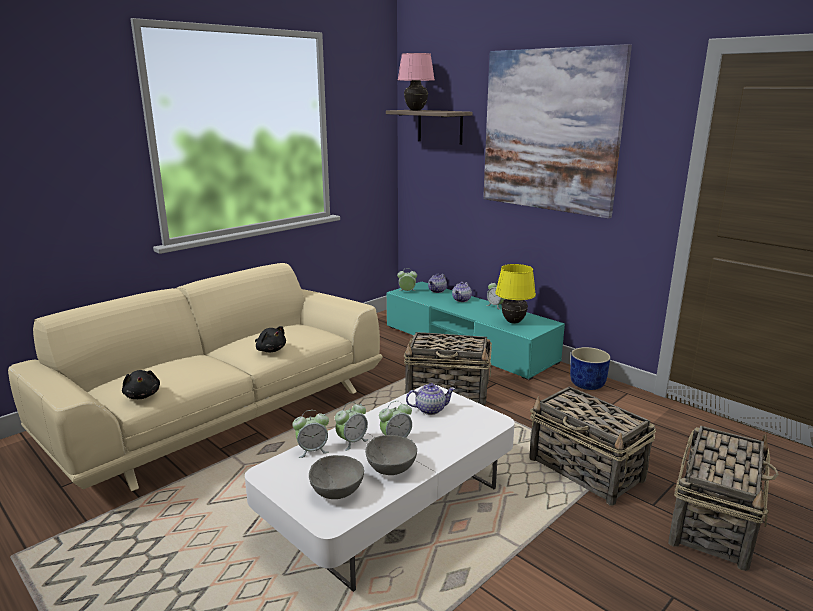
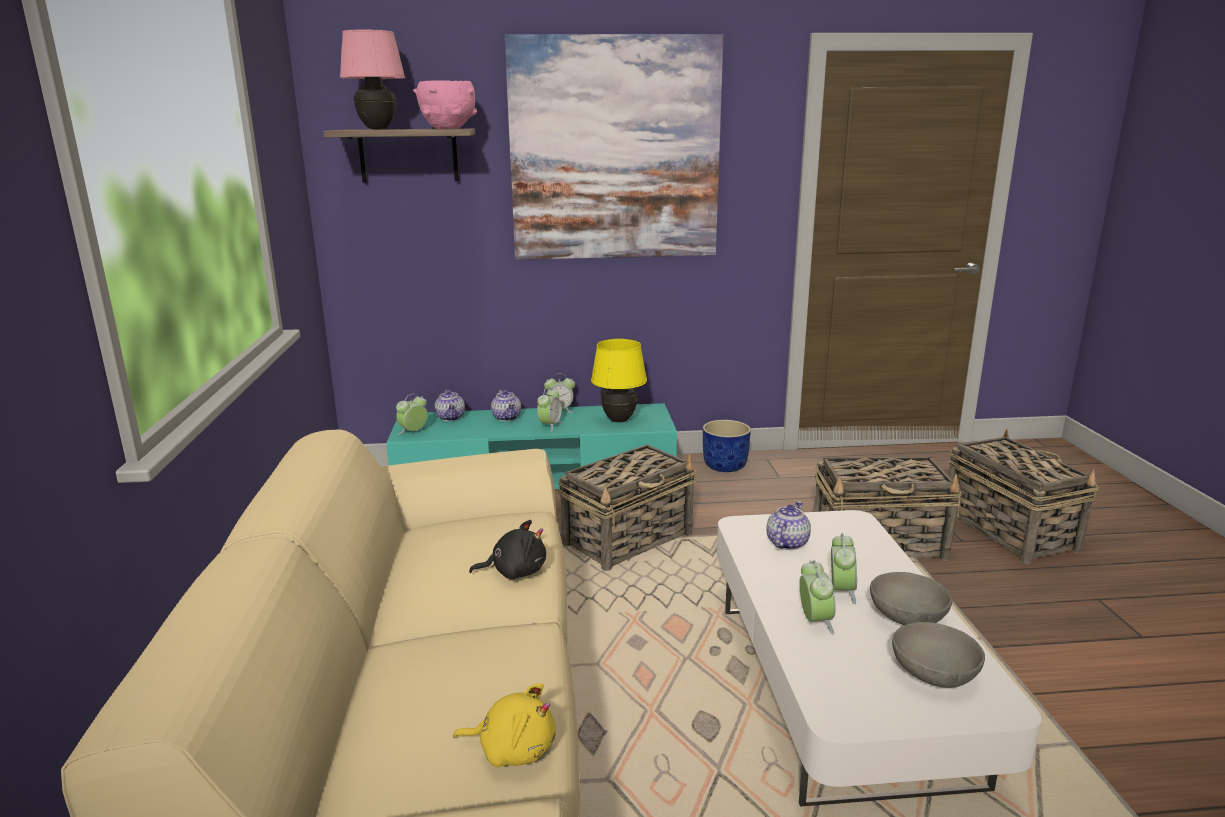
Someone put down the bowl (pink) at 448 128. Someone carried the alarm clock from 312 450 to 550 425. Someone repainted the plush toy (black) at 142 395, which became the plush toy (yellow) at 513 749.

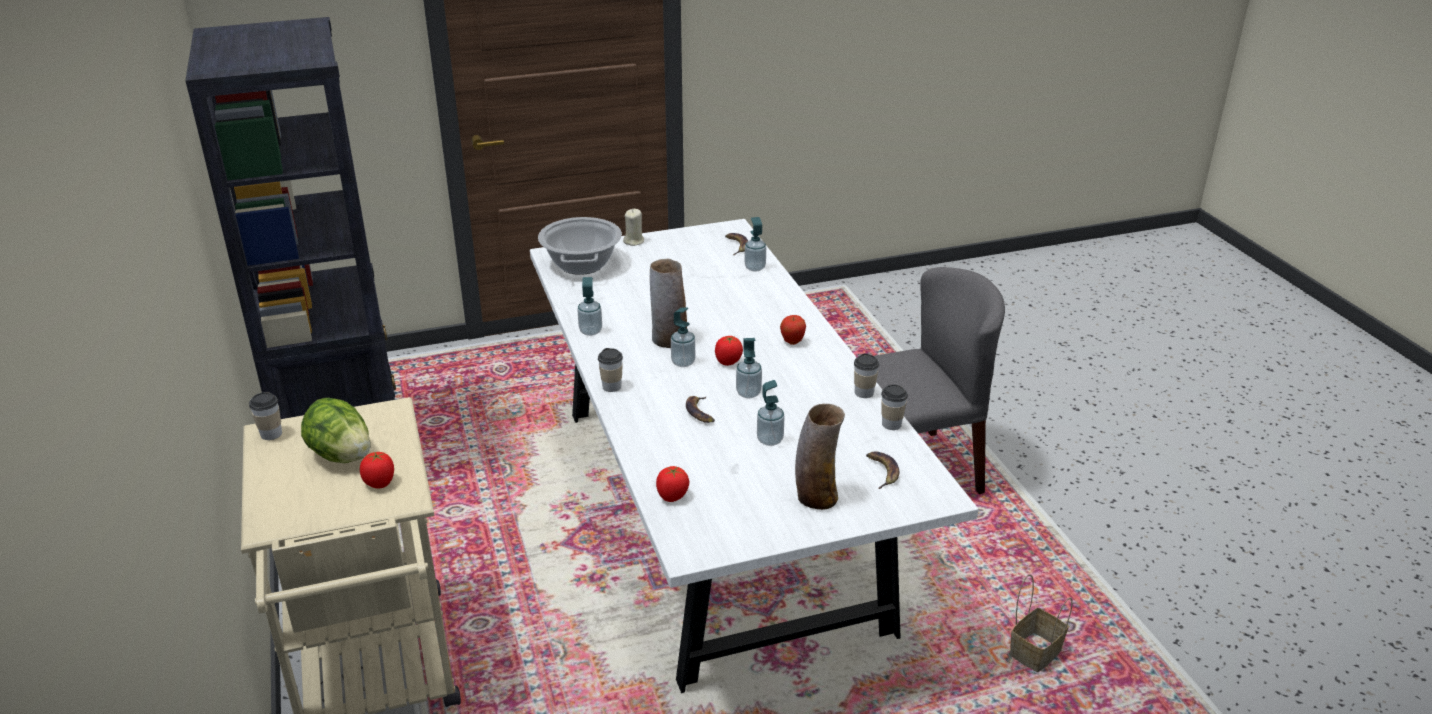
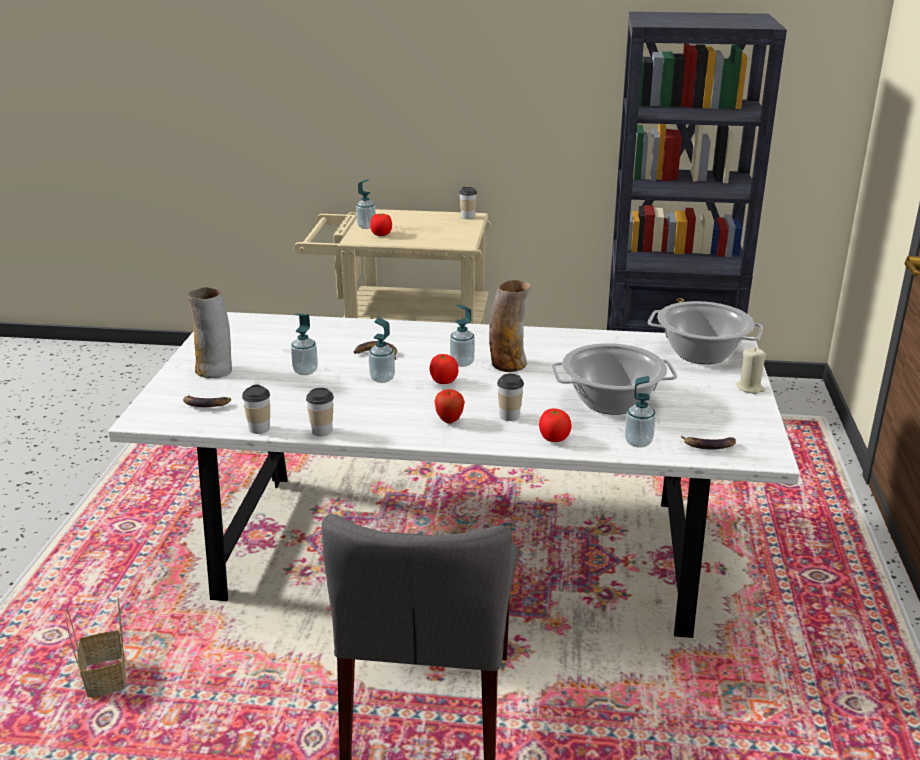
Someone took away the lettuce at 341 455. Someone put down the cooking pot at 611 402. Someone carried the soap dispenser from 590 331 to 366 226. Someone carried the cup from 611 386 to 509 416. Someone carried the tomato from 672 496 to 554 439.

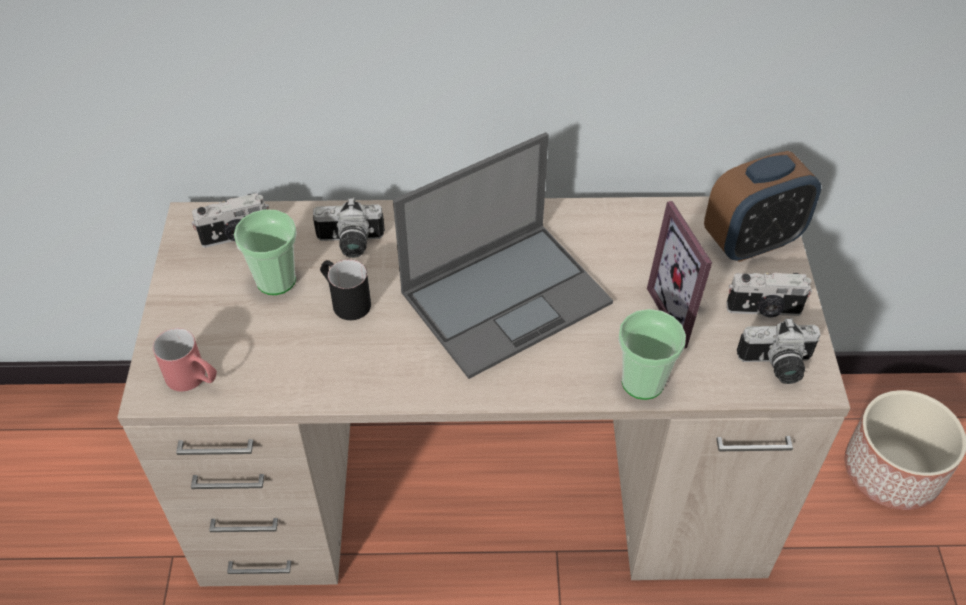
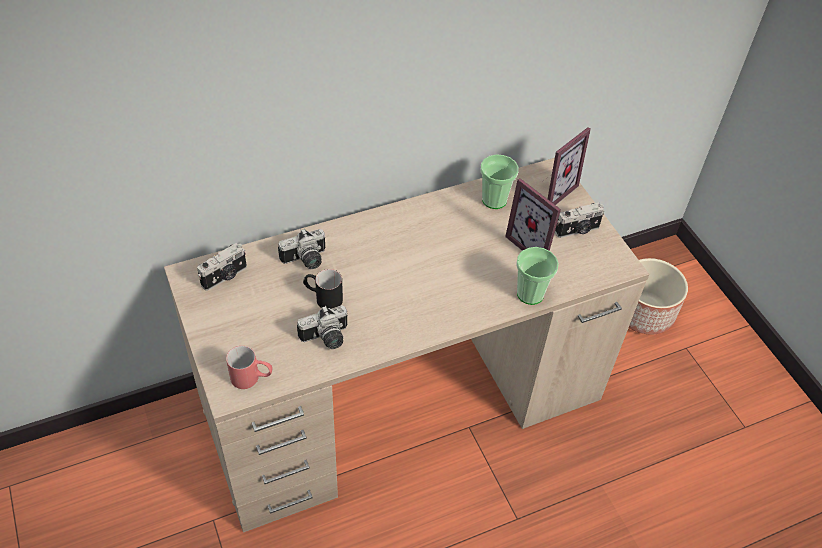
Someone took away the laptop at 507 296. Someone carried the cup from 276 280 to 494 200. Someone carried the photo camera from 777 367 to 326 339. Someone swapped the alarm clock at 752 242 for the picture frame at 552 191.

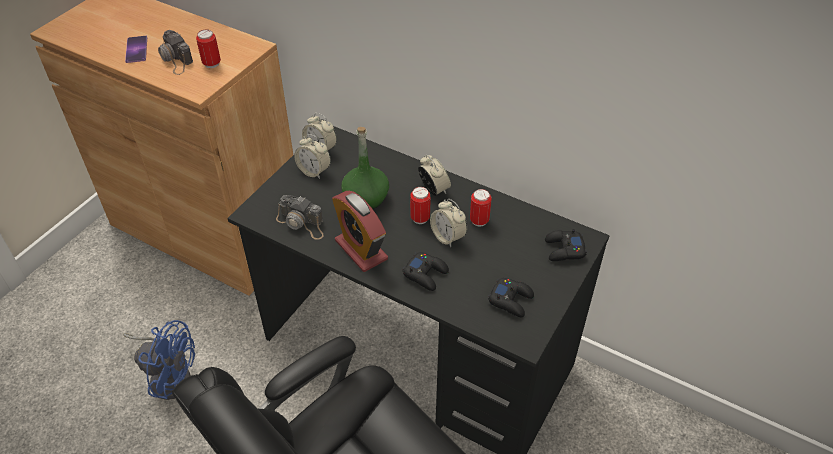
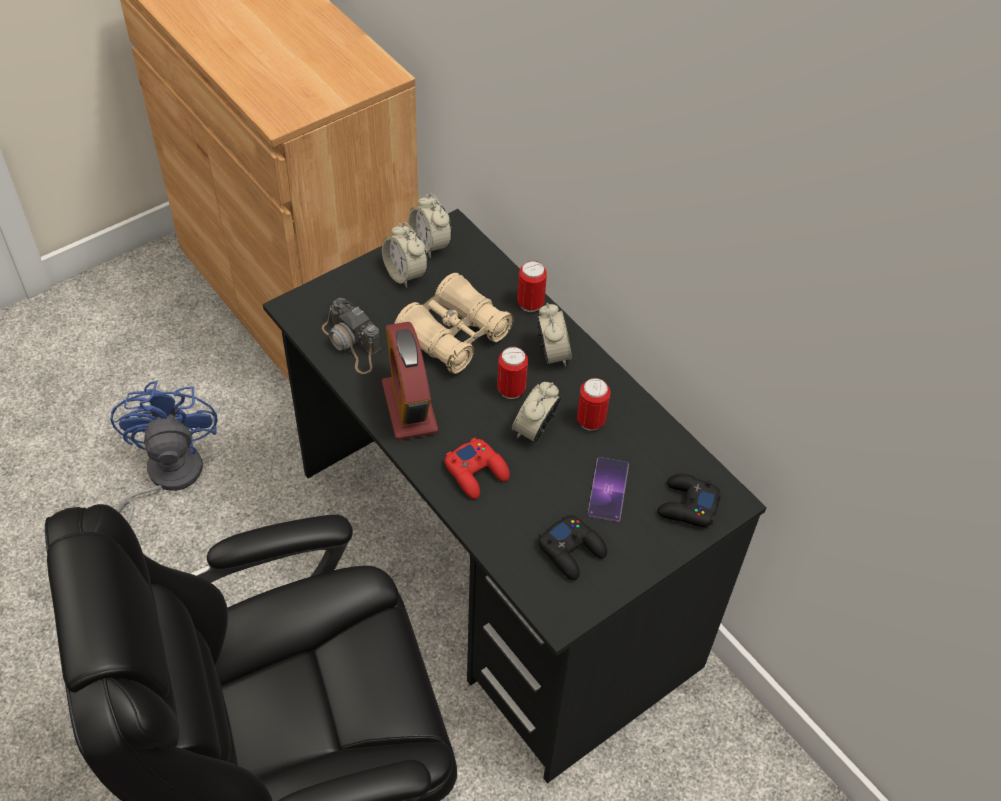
Someone took away the photo camera at 175 59. Someone carried the phone from 136 49 to 608 489. Someone carried the can from 211 64 to 530 304. Someone swapped the bottle (green) at 366 198 for the binoculars (beige) at 454 335. Someone repainted the game controller (black) at 426 274, which became the game controller (red) at 477 472. Someone rotated the fan (blue) at 169 375 by 135 degrees counterclockwise. Someone rotated the alarm clock at 448 237 by 45 degrees clockwise.

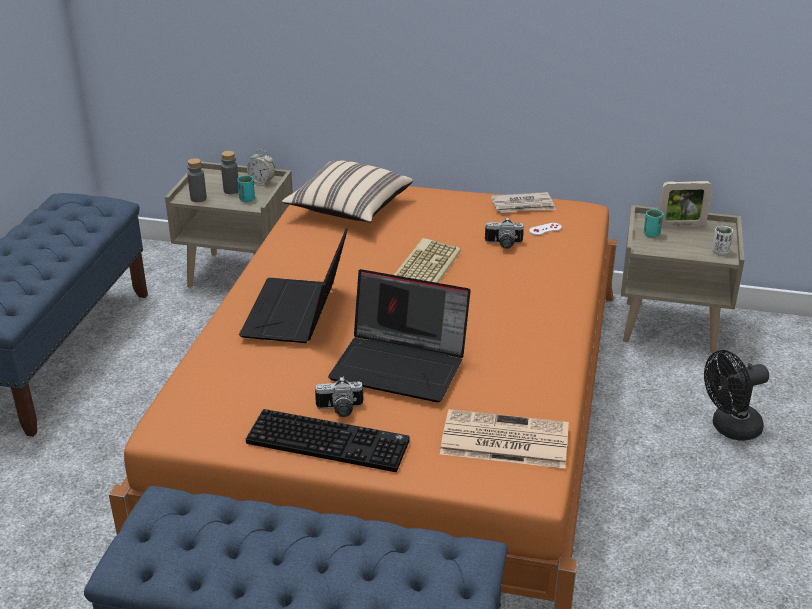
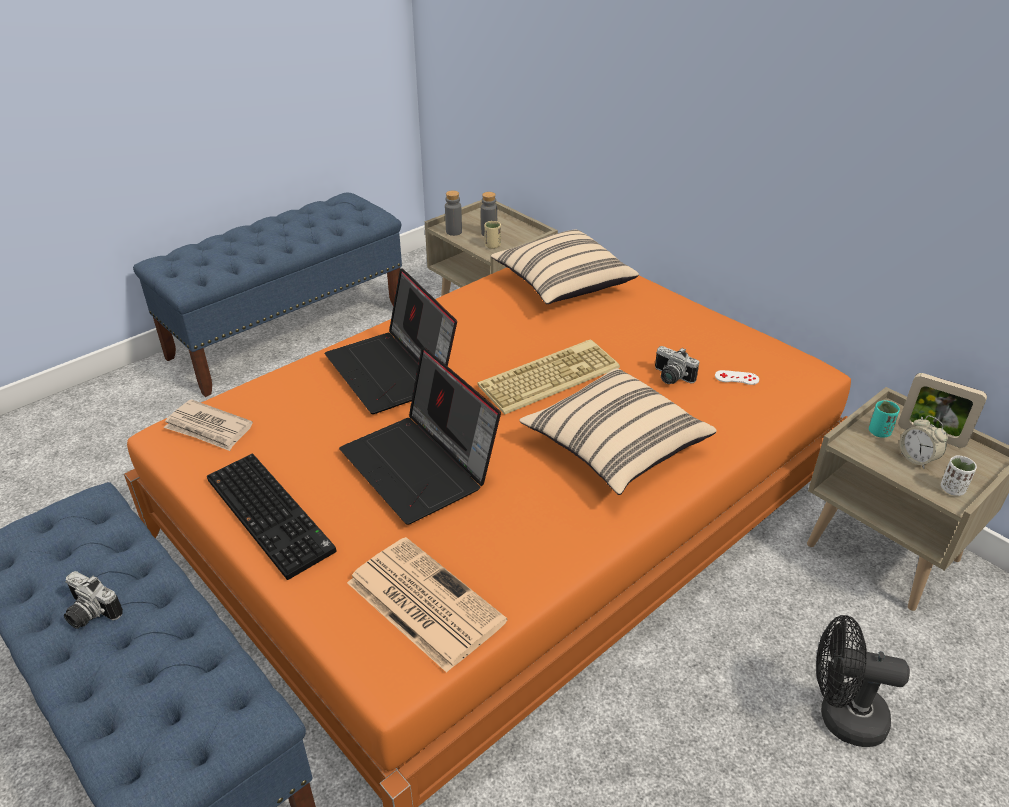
Someone put down the pillow (beige) at 614 448. Someone carried the alarm clock from 262 182 to 917 459. Someone carried the photo camera from 340 410 to 89 614. Someone carried the newspaper from 523 205 to 209 428. Someone repainted the cup (turquoise) at 247 199, which became the cup (beige) at 492 246. Someone rotated the laptop at 297 313 by 75 degrees counterclockwise.

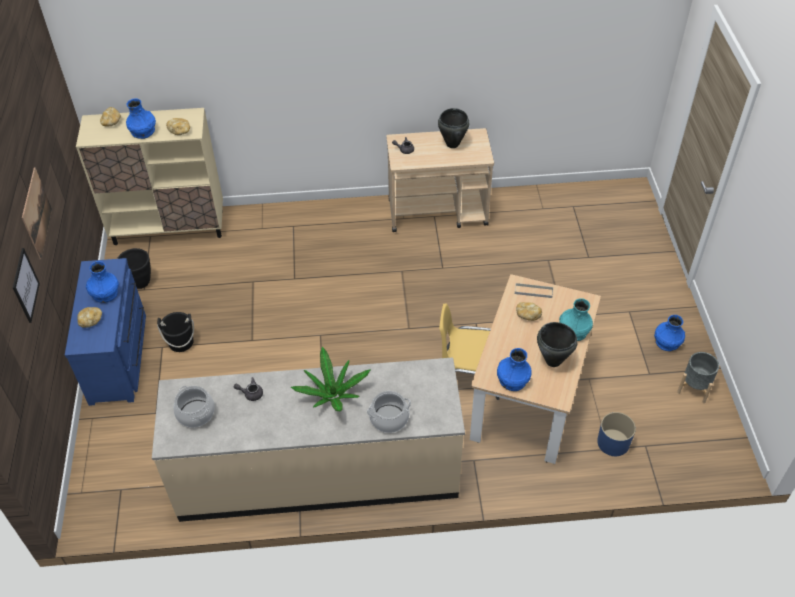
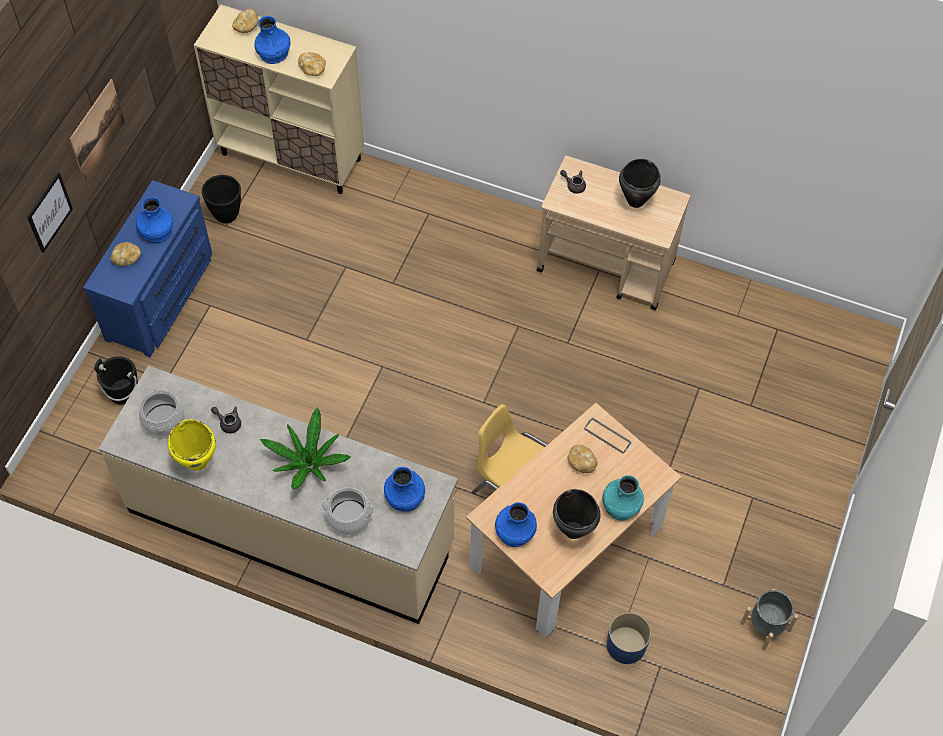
Someone put down the cooking pot (yellow) at 198 462. Someone carried the bucket (black) from 181 342 to 123 391. Someone carried the vase (blue) from 667 341 to 404 496.

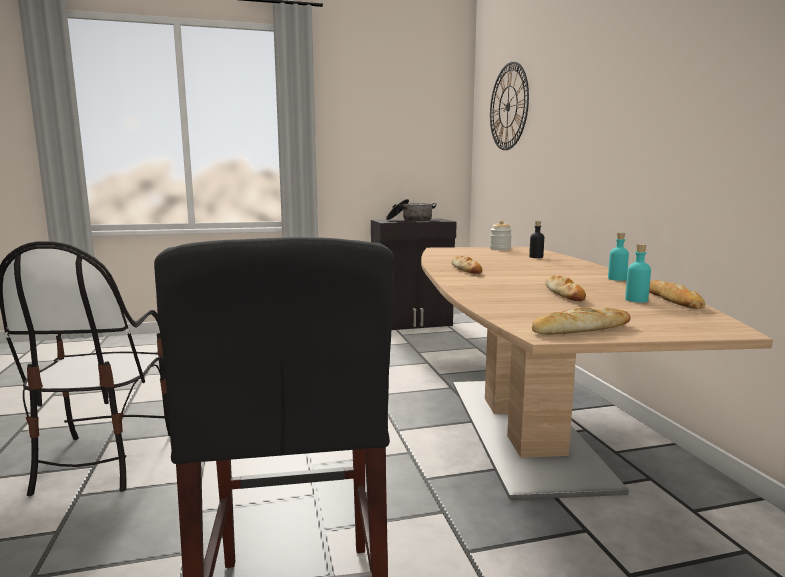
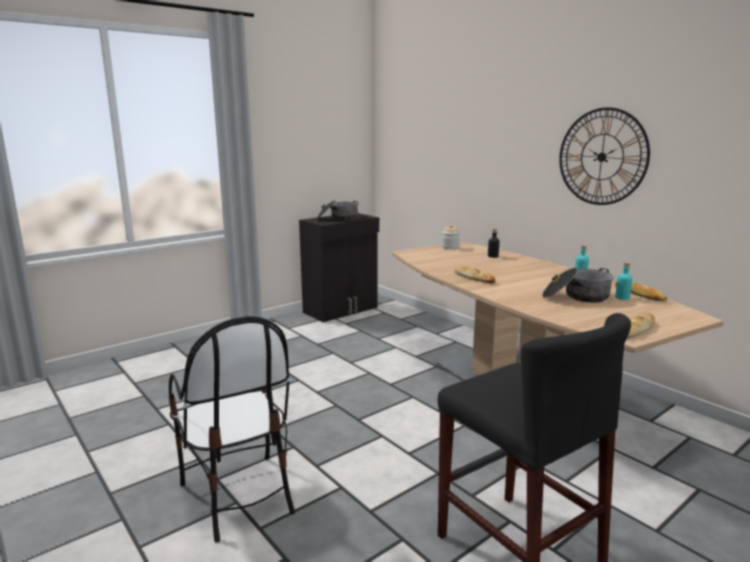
Someone carried the wall clock from 508 107 to 602 157. Someone swapped the bread at 564 293 for the cooking pot at 576 297.

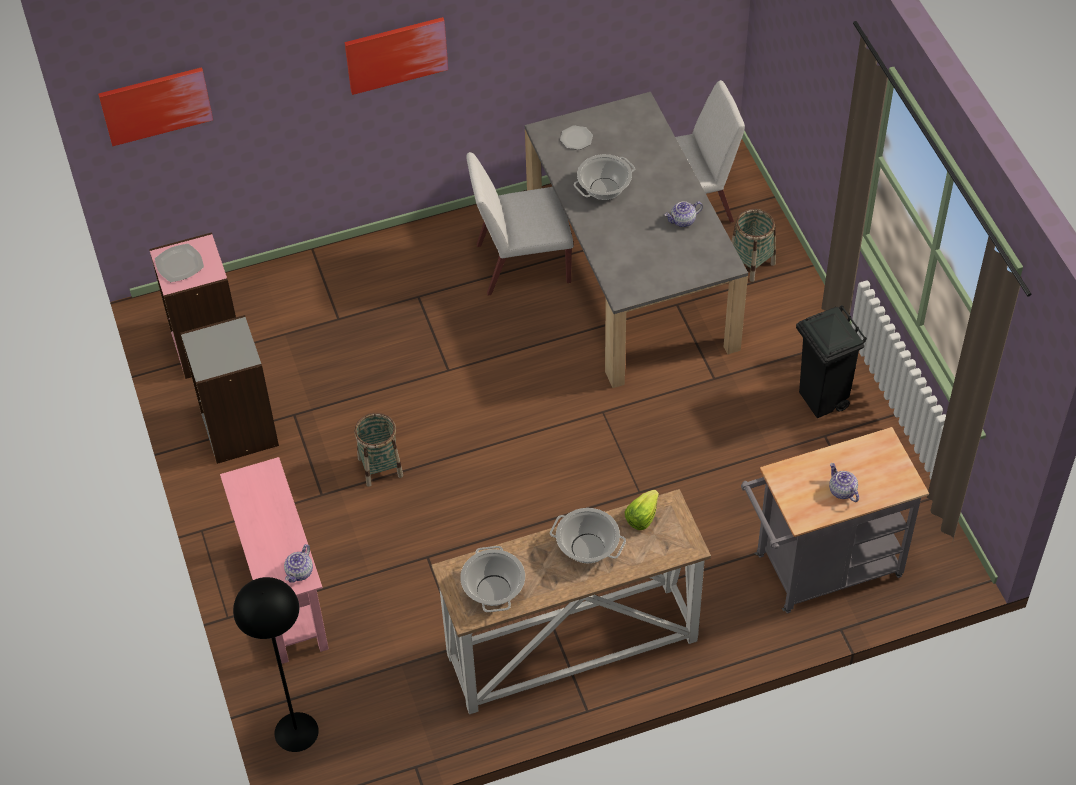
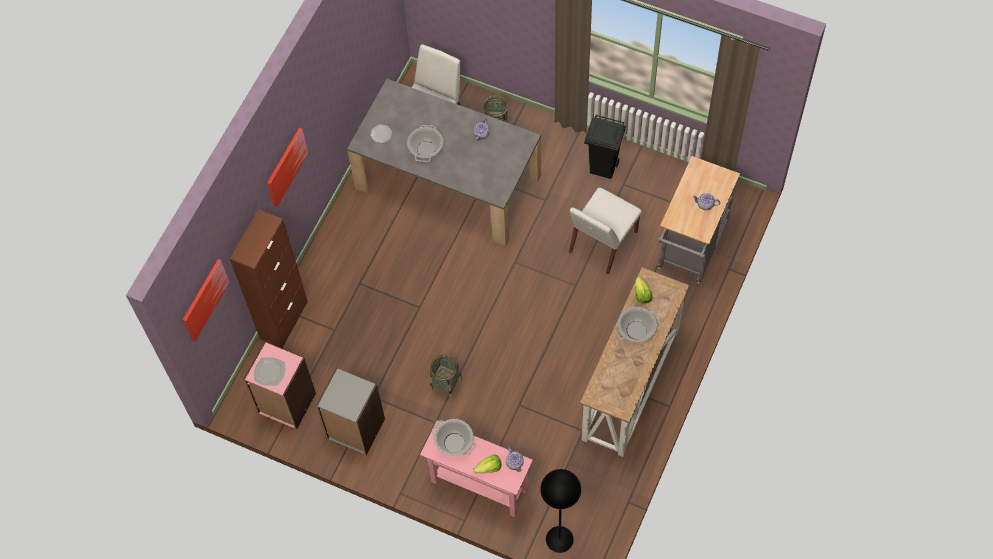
Someone put down the cabinet (brown) at 284 320. Someone put down the lettuce at 489 468. Someone carried the cooking pot from 493 589 to 454 442. Someone carried the chair (white) from 521 264 to 602 243.

